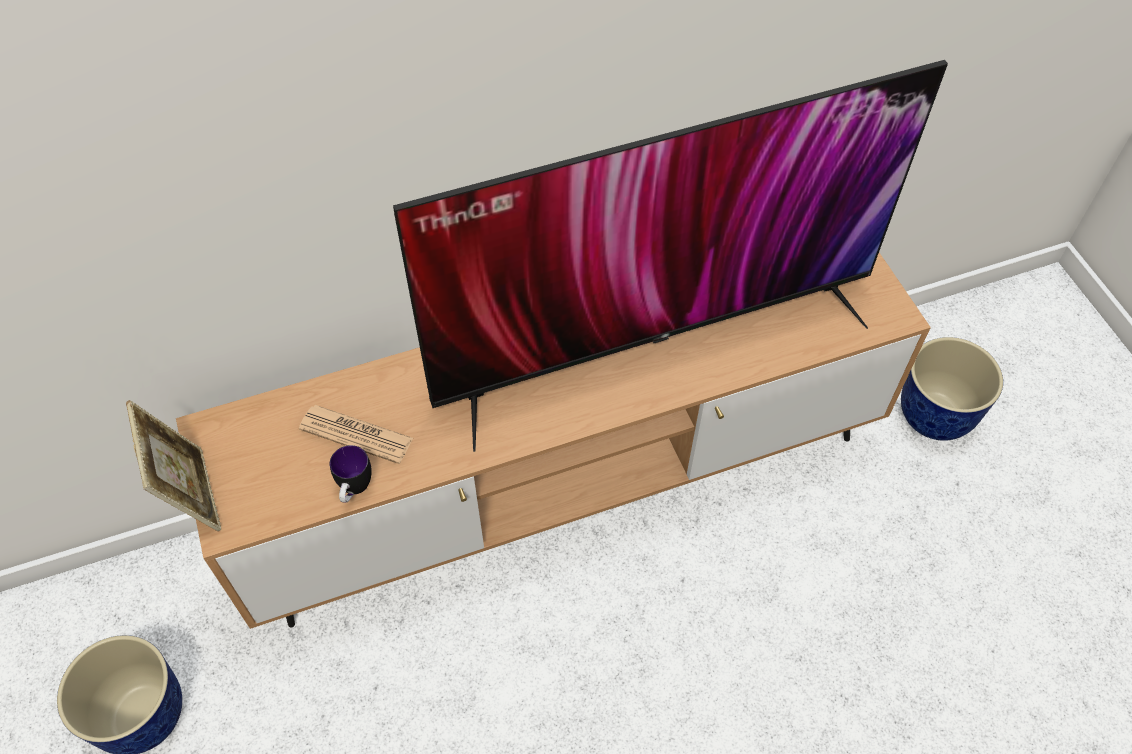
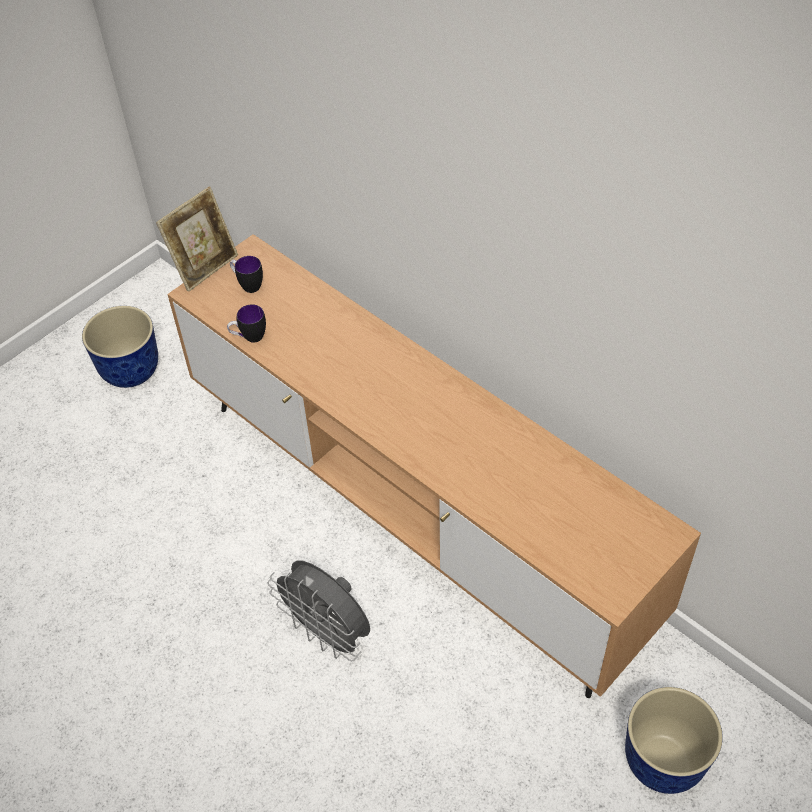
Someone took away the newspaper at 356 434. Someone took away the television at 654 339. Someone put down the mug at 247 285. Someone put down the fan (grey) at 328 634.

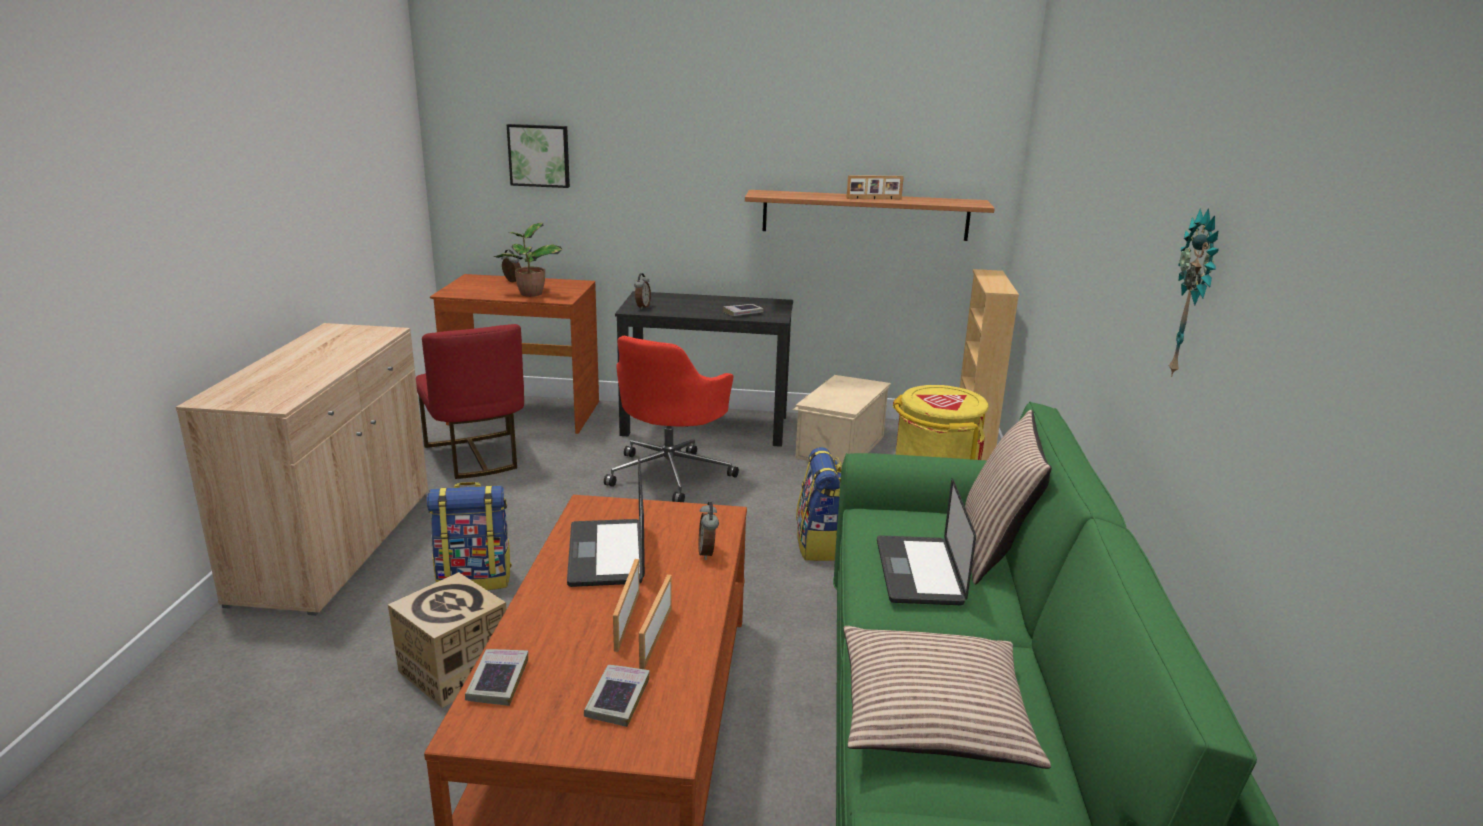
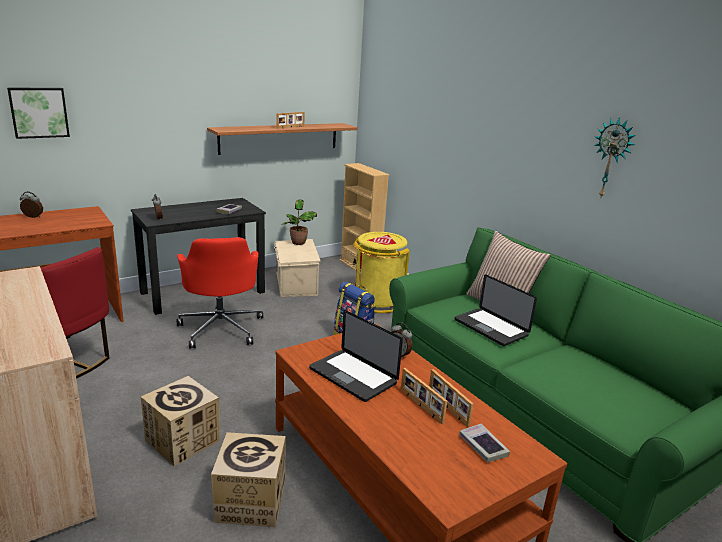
Someone took away the book at 498 681. Someone took away the pillow at 933 714. Someone carried the potted plant from 530 294 to 298 243. Someone swapped the backpack at 475 579 for the cardboard box at 183 440.

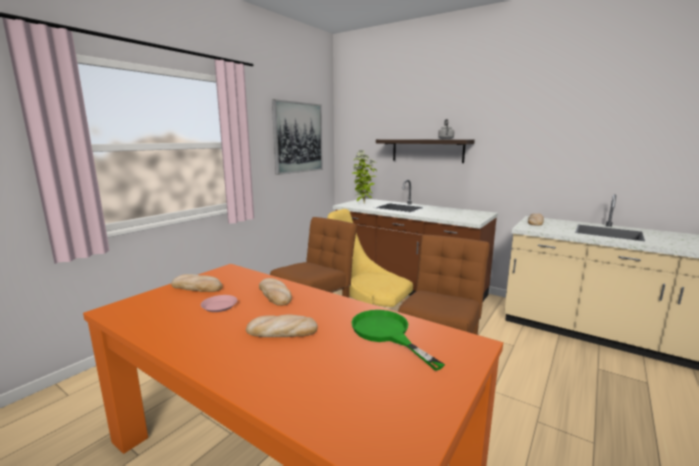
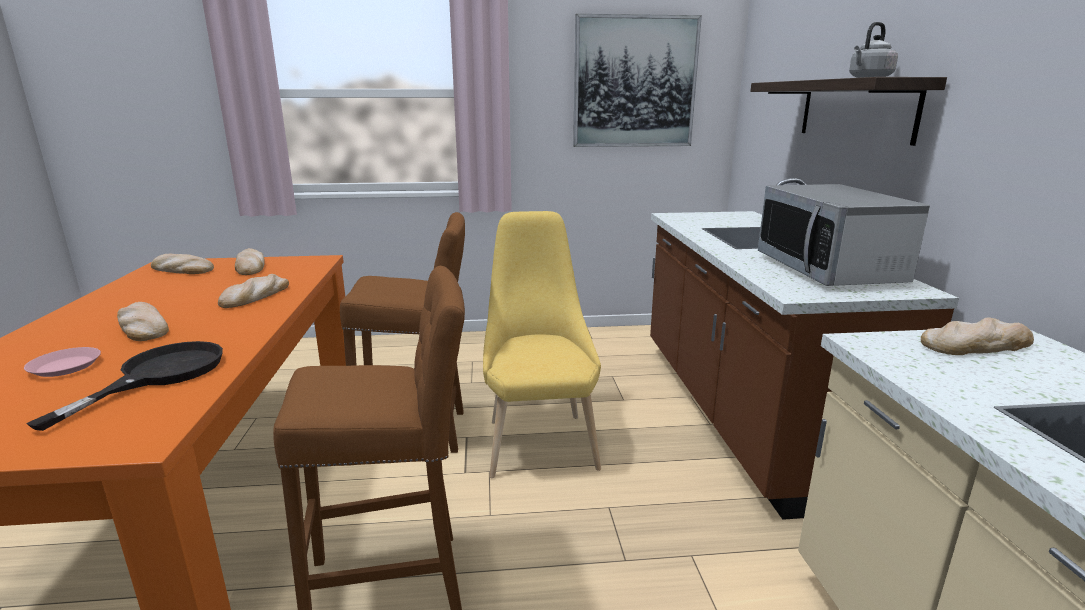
Someone took away the potted plant at 363 203. Someone put down the bread at 181 269. Someone put down the microwave at 828 270. Someone carried the plate (pink) from 219 306 to 66 366. Someone repainted the frying pan (green) at 386 333, which became the frying pan (black) at 159 375.

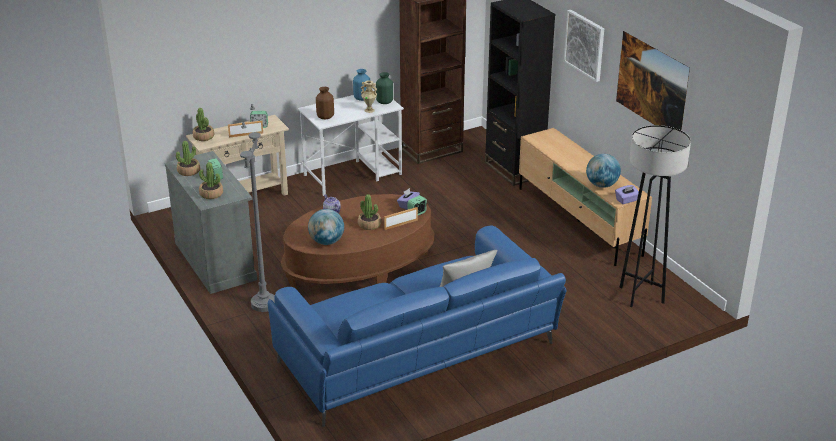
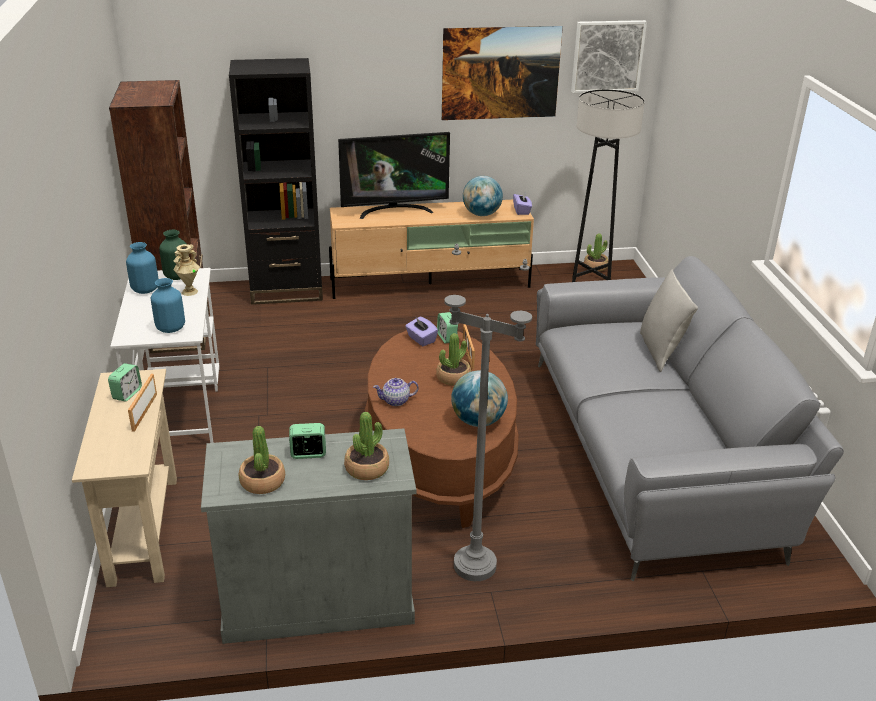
Someone put down the television at 394 210. Someone carried the potted plant from 204 137 to 595 267. Someone carried the picture from 585 45 to 607 56. Someone repainted the sofa (blue) at 418 356, which became the sofa (grey) at 654 452. Someone repainted the vase (brown) at 325 117, which became the vase (blue) at 170 328.

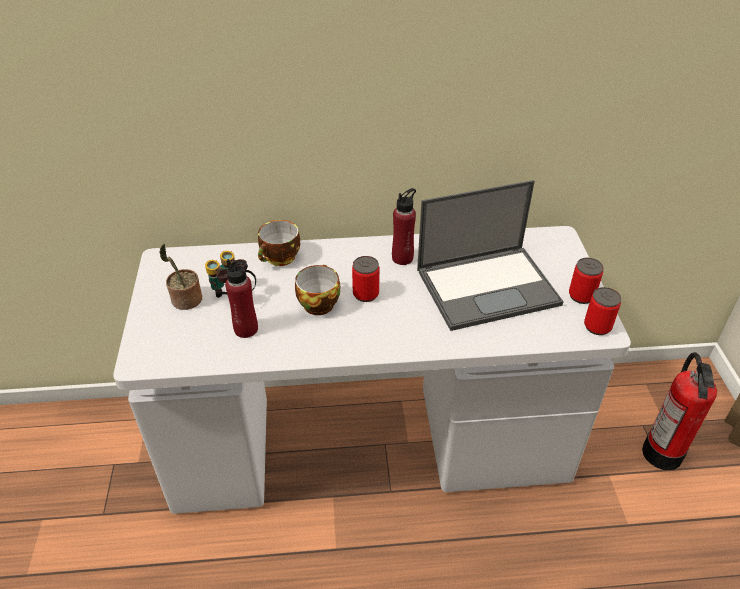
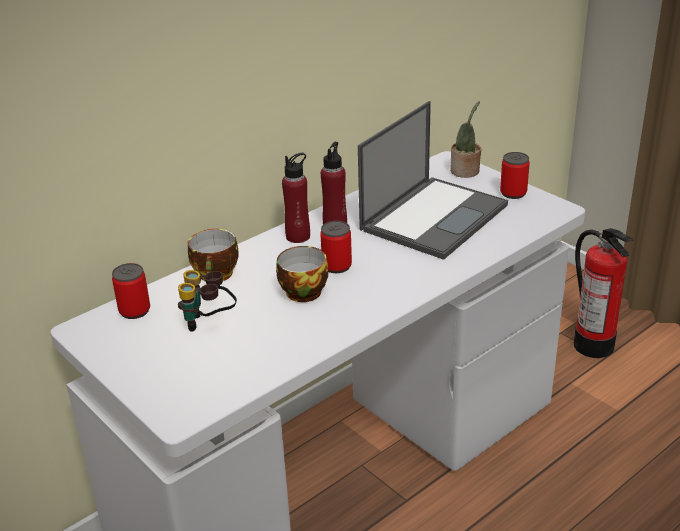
Someone carried the potted plant from 185 301 to 466 172. Someone carried the bottle (red) from 246 329 to 298 236. Someone carried the can from 597 326 to 134 310.

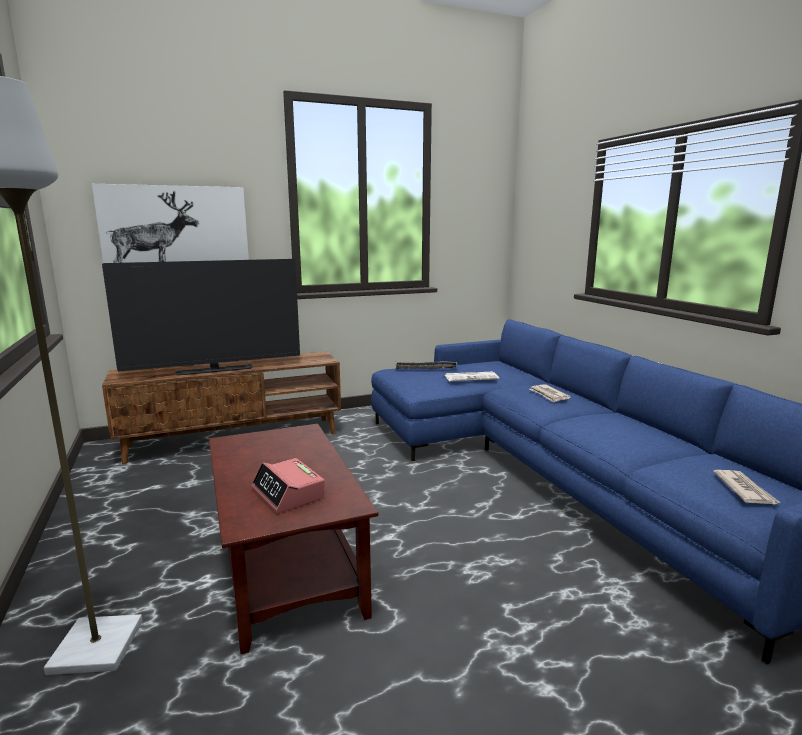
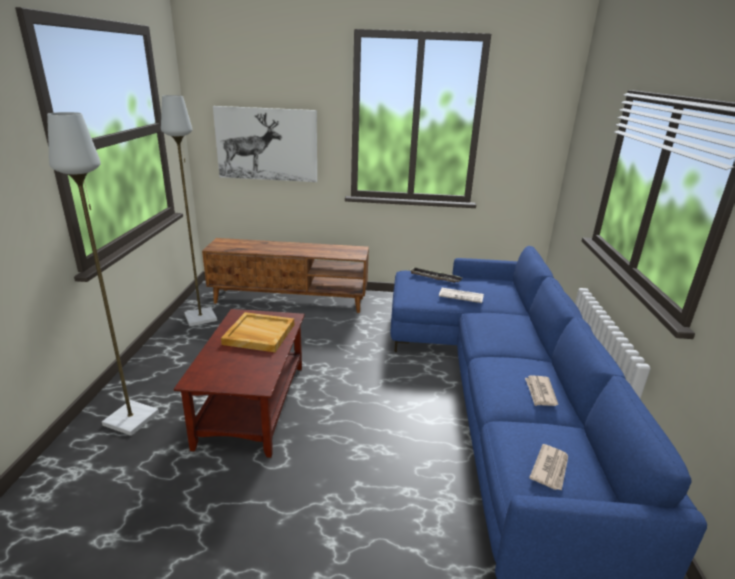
Someone took away the television at 214 370. Someone took away the alarm clock at 288 493. Someone put down the floor lamp (grey) at 201 317. Someone put down the tray (beige) at 258 334. Someone carried the newspaper from 548 395 to 540 392.

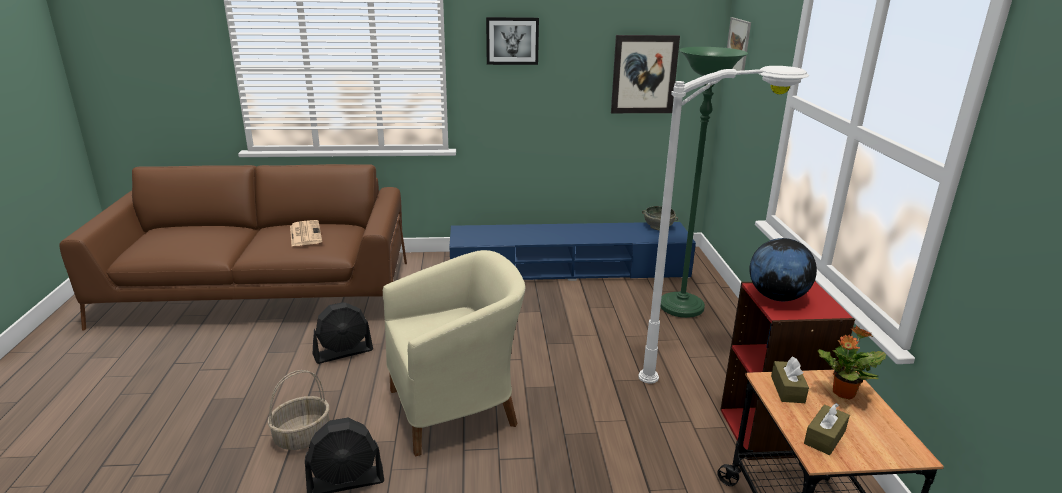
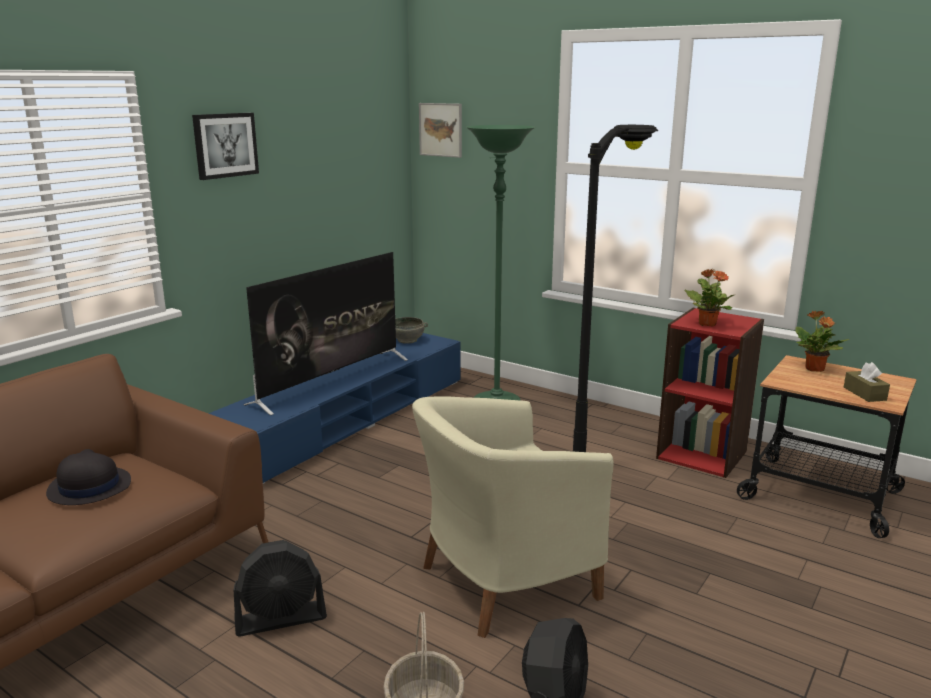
Someone took away the picture at 644 74. Someone took away the tissue box (brown) at 787 389. Someone put down the television at 332 380. Someone swapped the newspaper at 305 234 for the hat (black) at 89 487. Someone swapped the globe at 777 297 for the potted plant at 707 324. Someone repainted the floor lamp (white) at 709 374, which became the floor lamp (black) at 604 440. Someone rotated the fan (black) at 343 352 by 60 degrees clockwise. Someone rotated the armchair (beige) at 456 408 by 135 degrees counterclockwise.

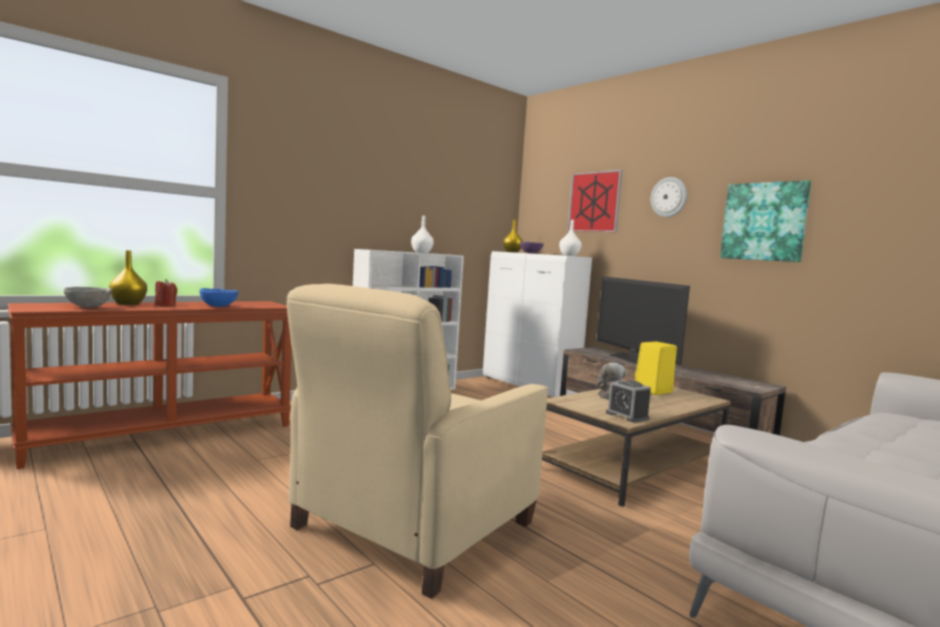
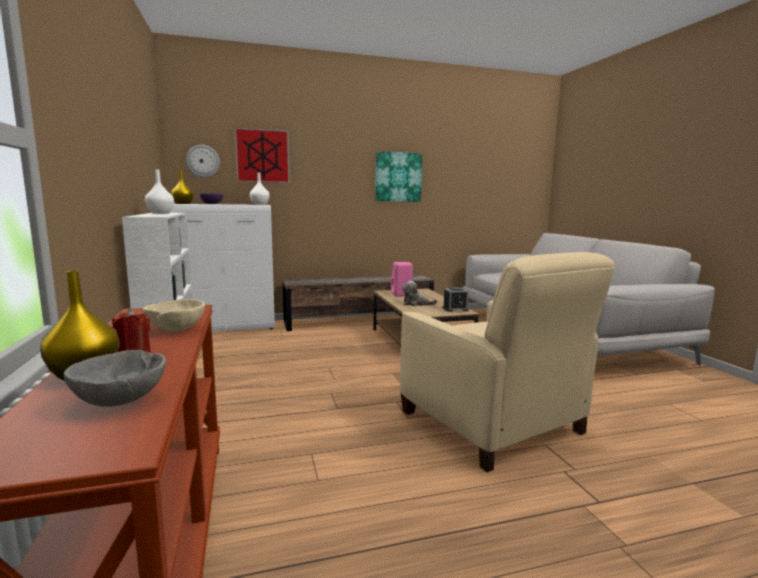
Someone took away the television at 635 360. Someone carried the wall clock from 669 197 to 203 161. Someone repainted the bowl (blue) at 218 306, which became the bowl (beige) at 176 330. Someone repainted the speaker (yellow) at 653 391, which became the speaker (pink) at 402 294.

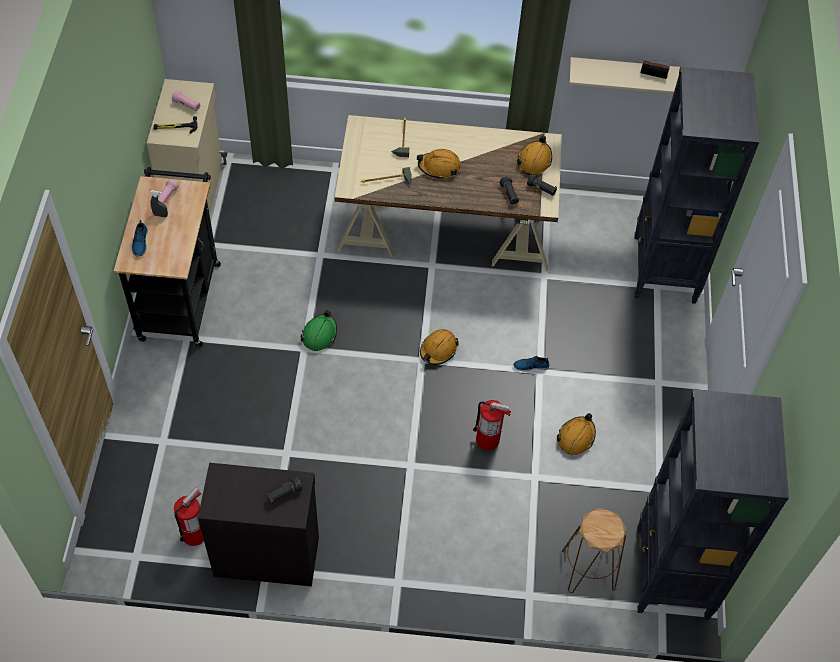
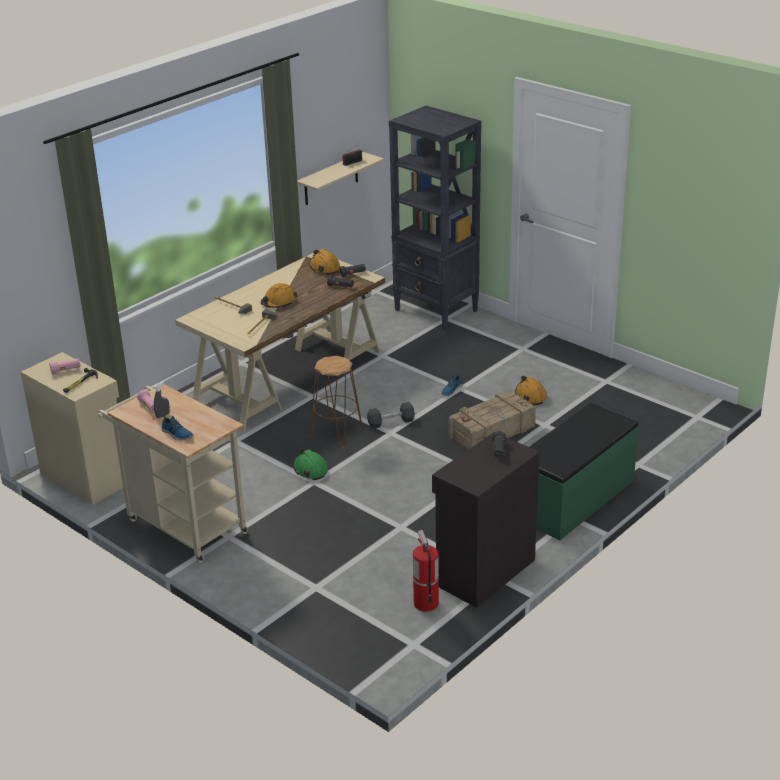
Someone took away the bookcase (black) at 671 574. Someone put down the bench (green) at 575 499. Someone carried the stool (brown) from 587 569 to 336 434. Someone swapped the hard hat (orange) at 438 350 for the dumbbell (black) at 391 422. Someone swapped the fire extinguisher at 488 440 for the crate at 492 431. Someone repainted the cart (black) at 181 295, which became the cart (beige) at 182 524.

